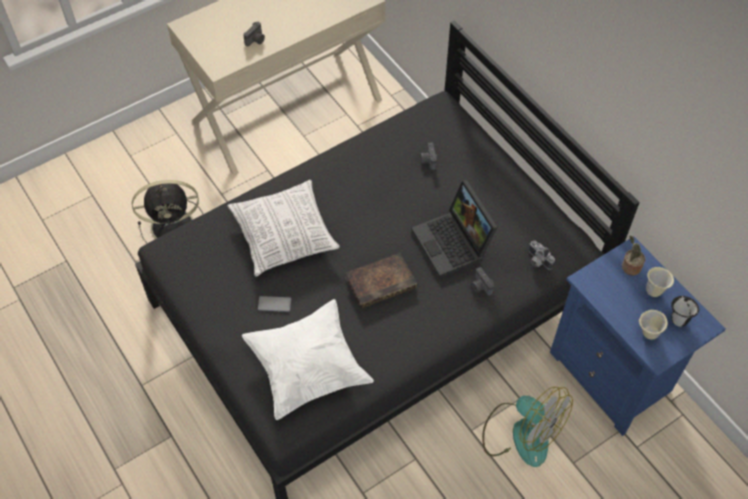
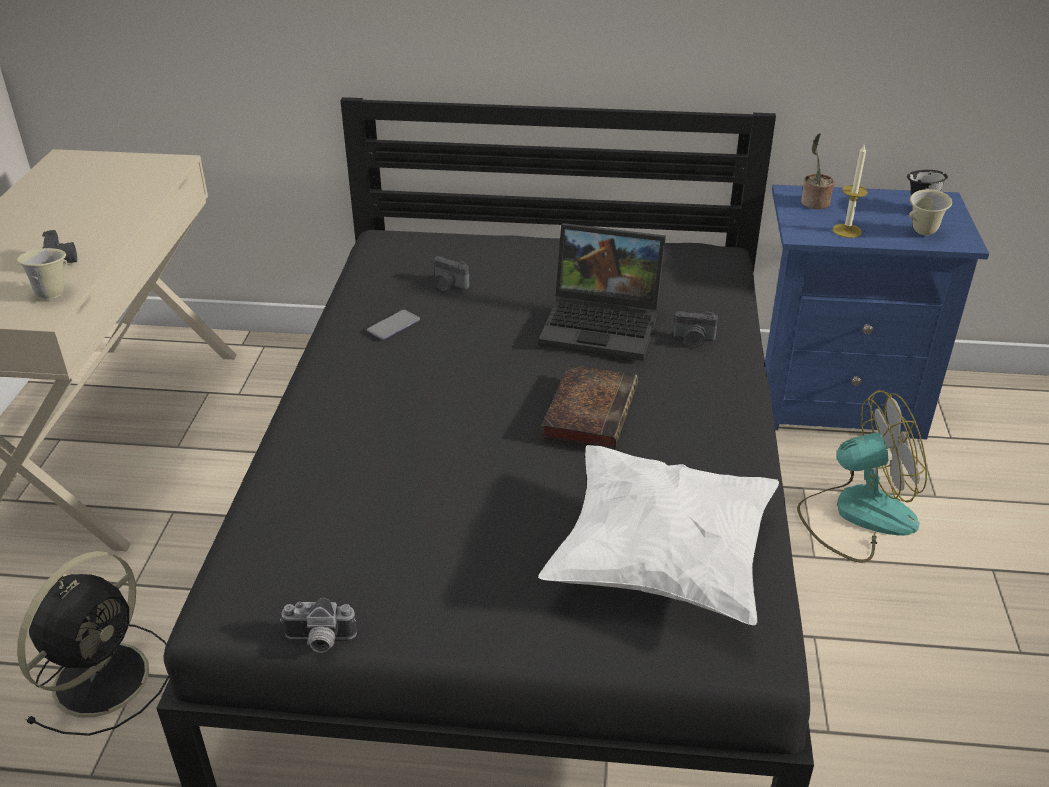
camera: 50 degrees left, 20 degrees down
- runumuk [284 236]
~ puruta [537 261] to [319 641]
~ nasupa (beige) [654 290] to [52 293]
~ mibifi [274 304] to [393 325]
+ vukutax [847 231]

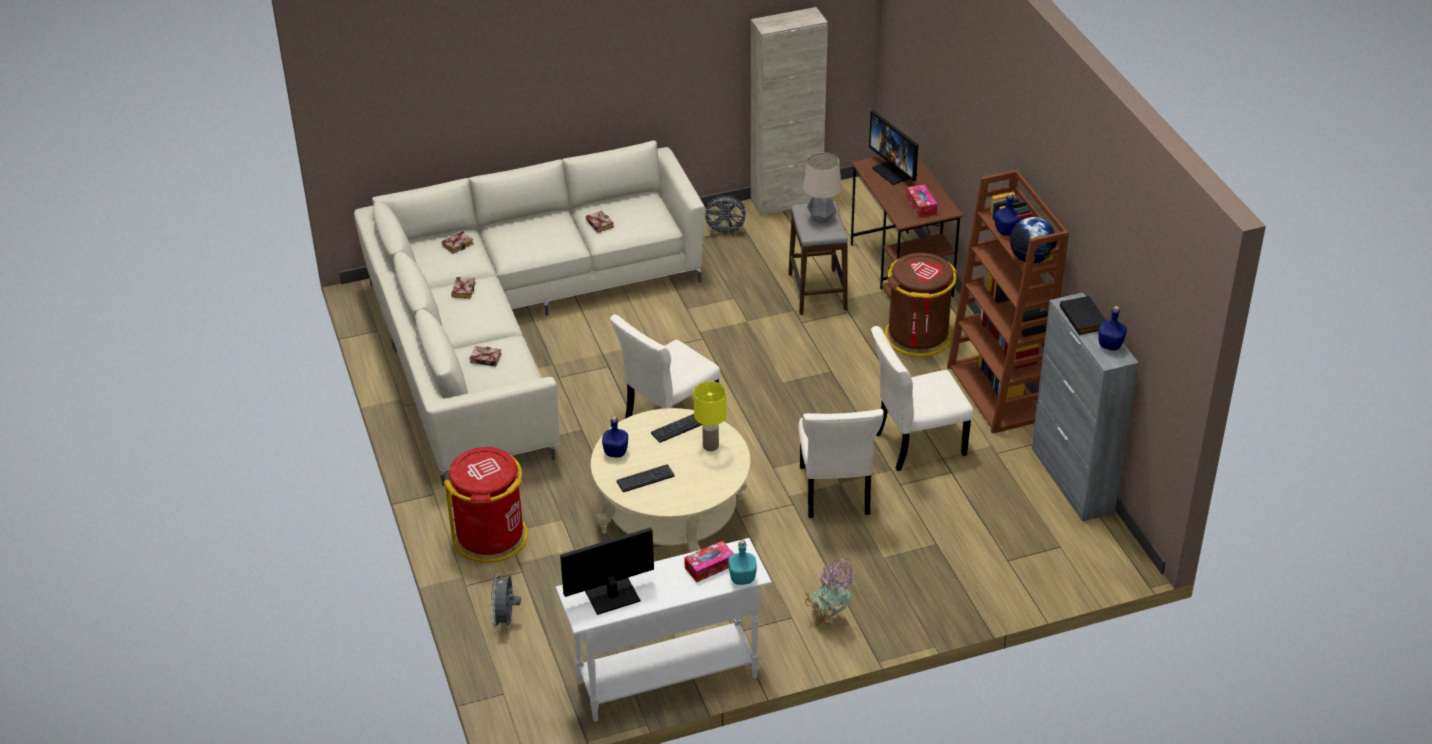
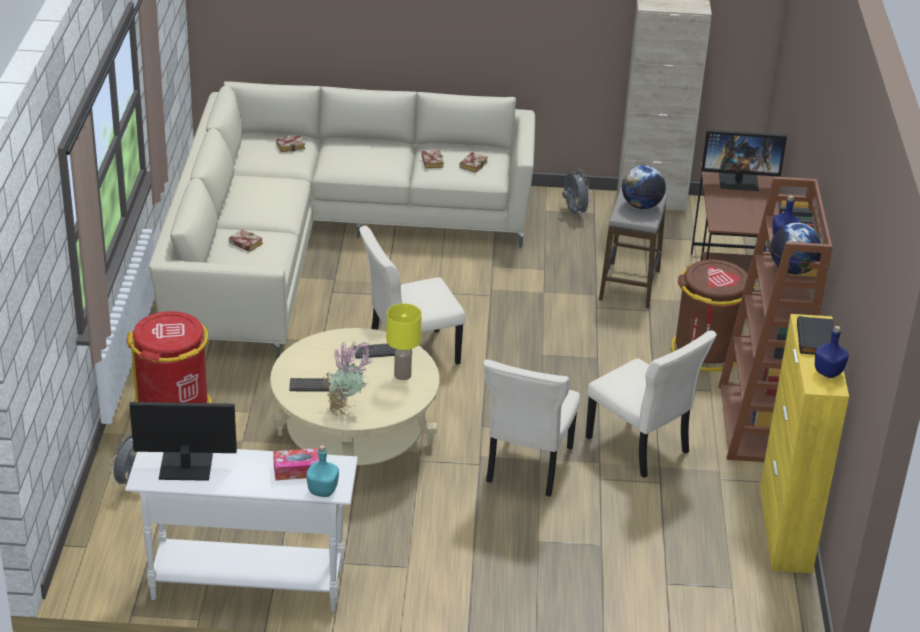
camera: 20 degrees right, 5 degrees down
~ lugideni [895 172] = [739 181] 75 degrees counterclockwise
~ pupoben [821 218] to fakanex [641 205]
- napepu [921 205]
~ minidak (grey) [725 232] = [574 212] 135 degrees counterclockwise
~ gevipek [463 289] to [473 164]
~ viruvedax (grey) [1072 481] to viruvedax (yellow) [785 528]
~ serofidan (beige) [916 445] = [640 447] 135 degrees counterclockwise
- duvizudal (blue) [615 452]
~ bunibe [829 620] to [347 409]

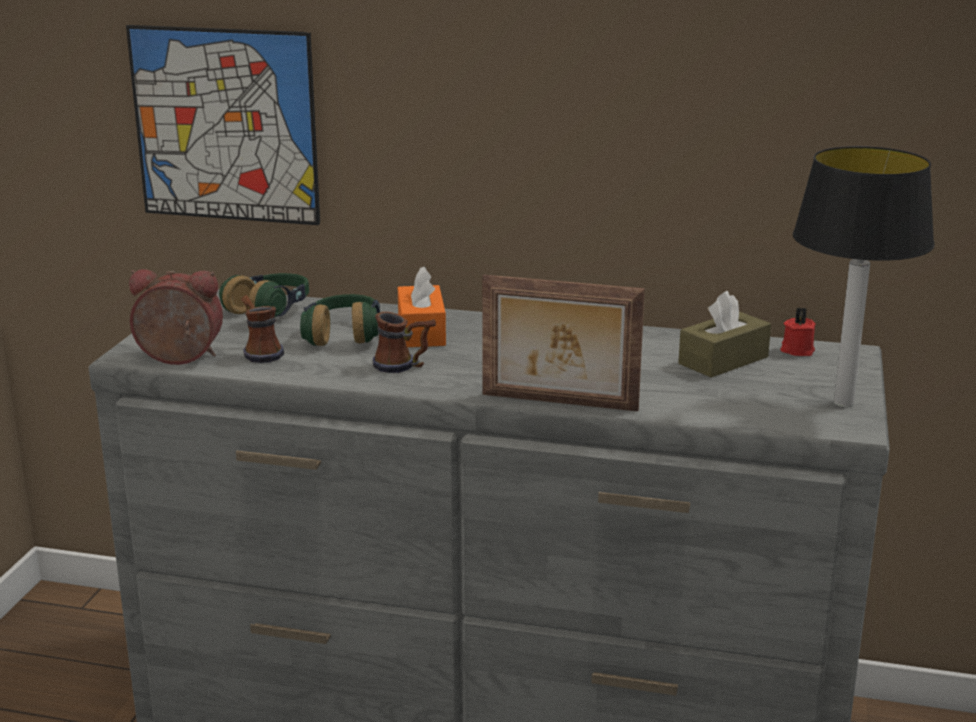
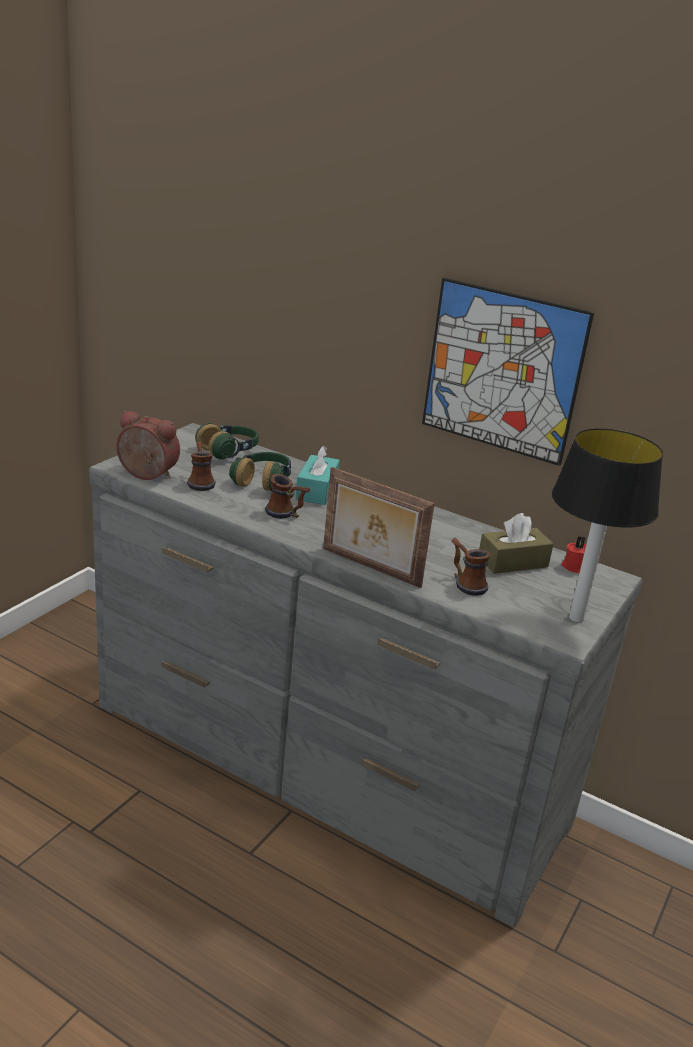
camera: 15 degrees right, 5 degrees up
~ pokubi [225 125] to [502 371]
~ napepu (orange) [421 332] to napepu (turquoise) [316 490]
+ nasupa [465 583]

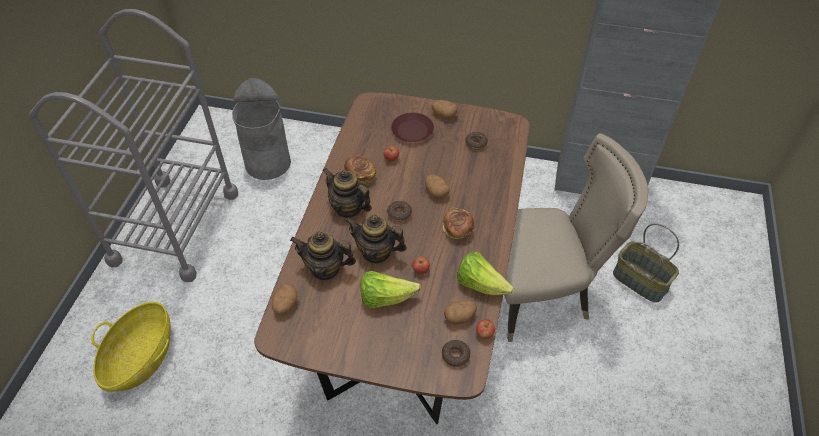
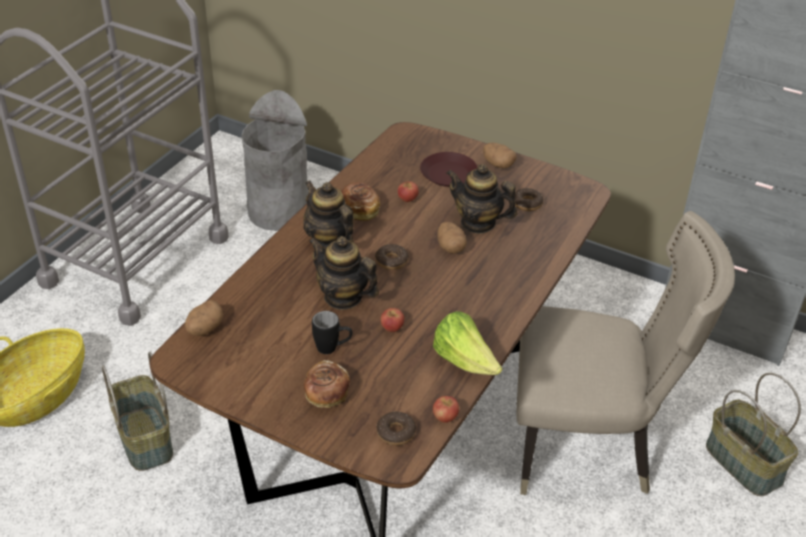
camera: 15 degrees right, 10 degrees down
~ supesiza [457 230] to [326 395]
~ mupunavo [325 269] to [478 223]
~ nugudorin [385 298] to nasupa (black) [333 349]
- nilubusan [459 317]
+ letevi [143 438]

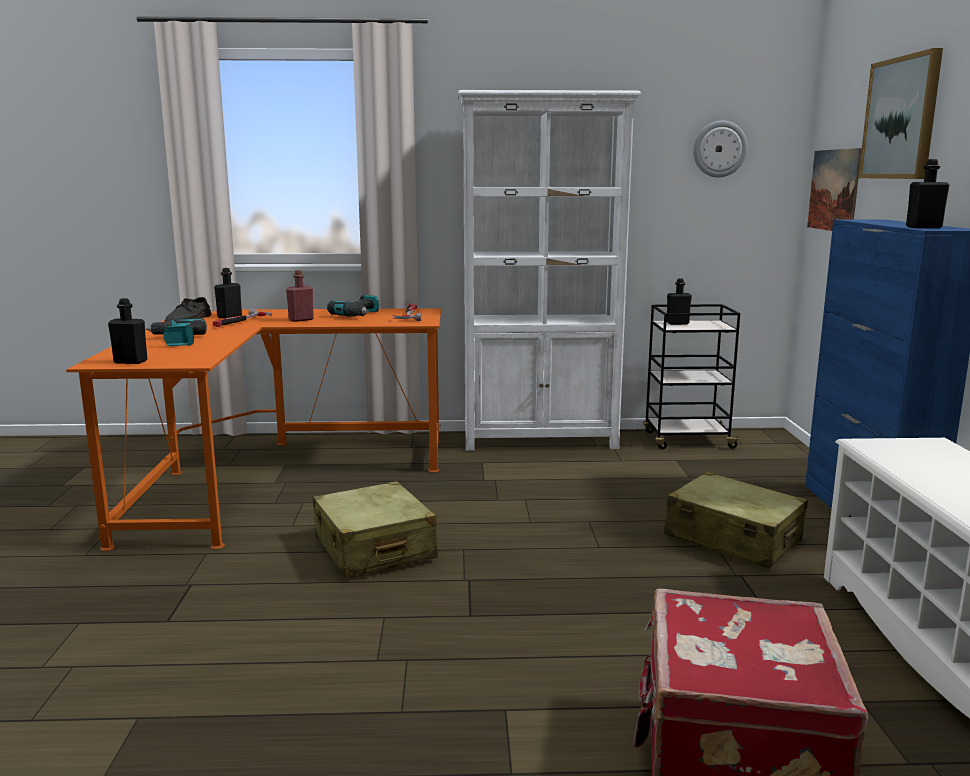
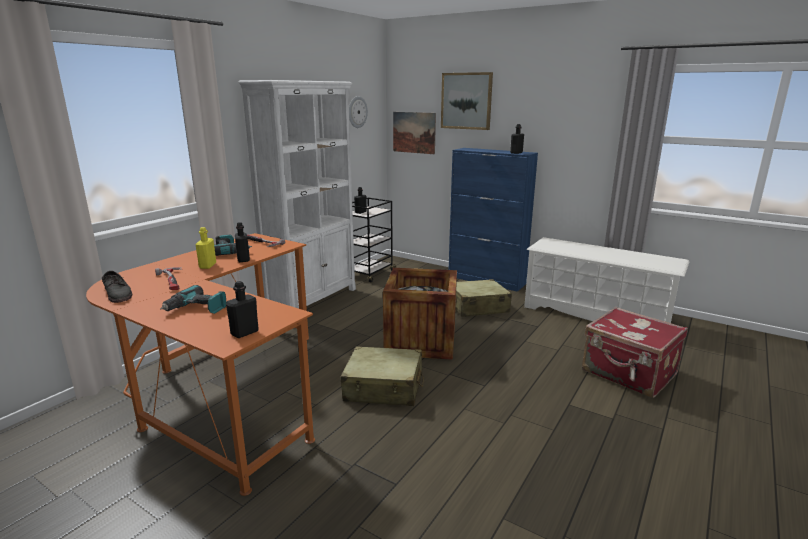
camera: 55 degrees left, 5 degrees up
~ duvizudal (black) [229 316] to [243 259]
~ duvizudal (red) [301 320] to duvizudal (yellow) [207 266]
+ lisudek [421 341]

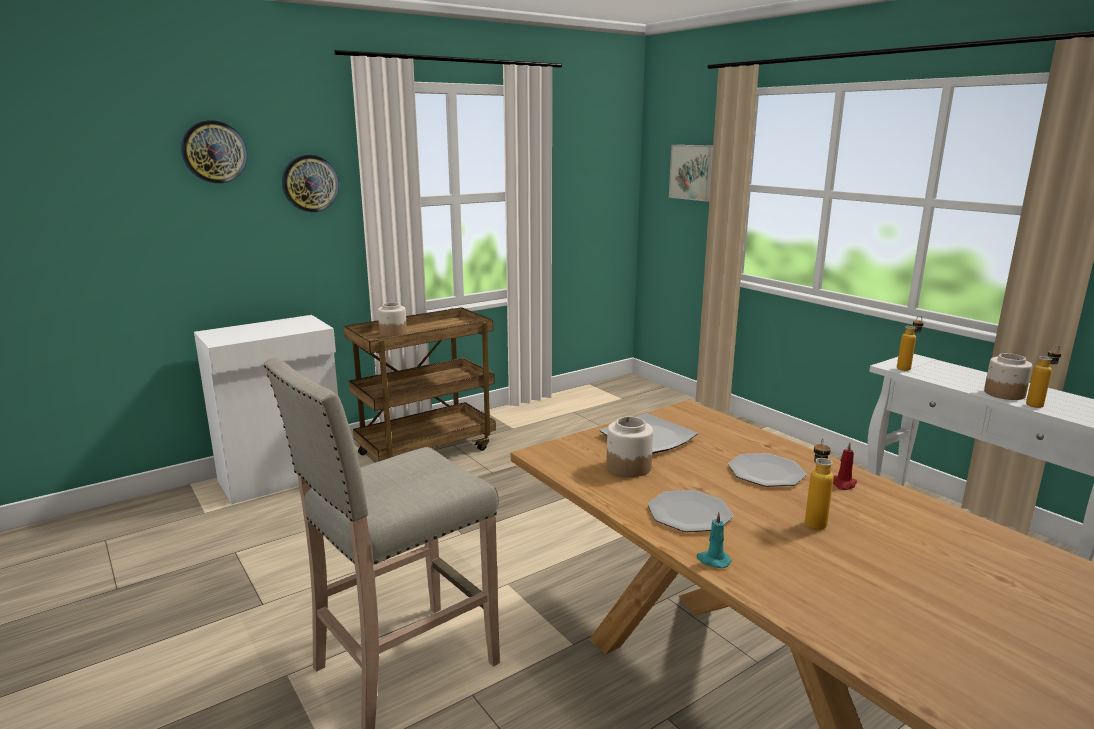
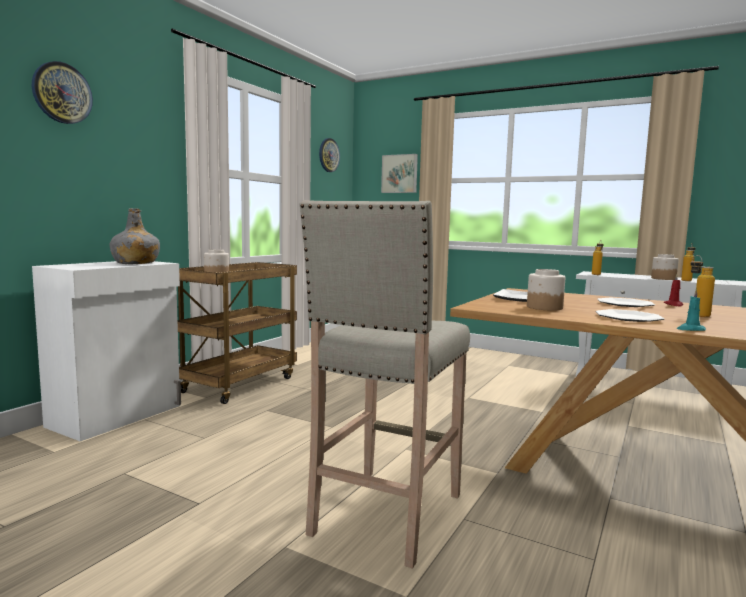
camera: 25 degrees left, 10 degrees down
~ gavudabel [310 183] to [328 155]
+ duvizudal (grey) [135 263]

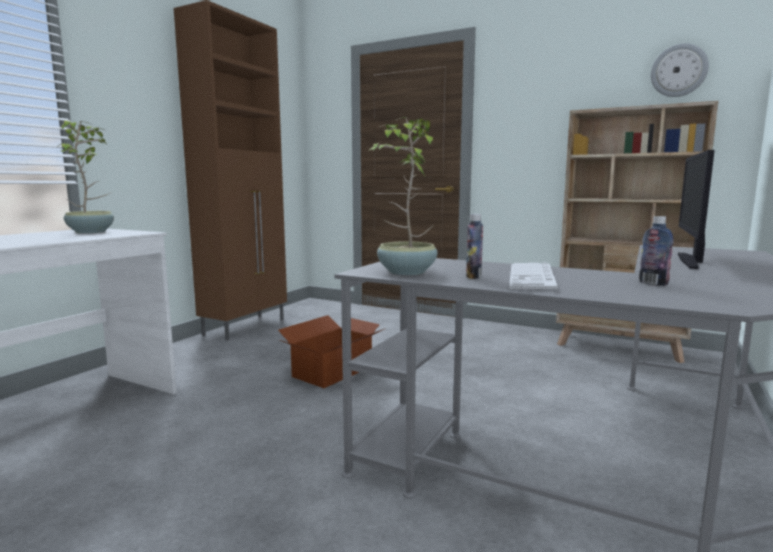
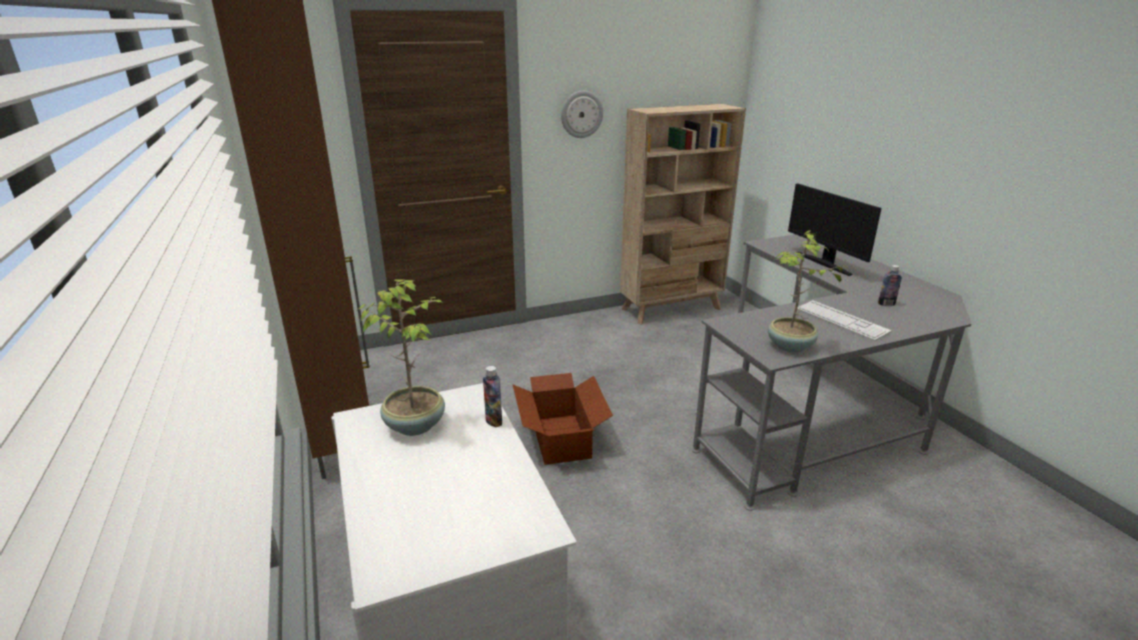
camera: 50 degrees left, 15 degrees up
~ gavudabel [678 71] to [581 114]
~ duvizudal [473 276] to [493 421]

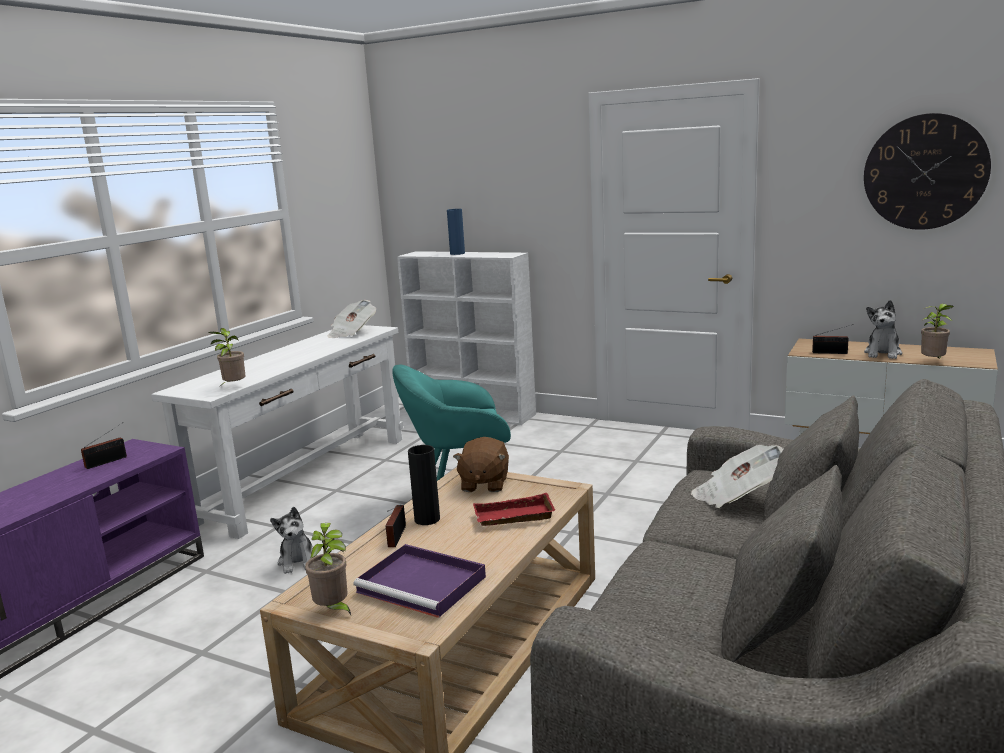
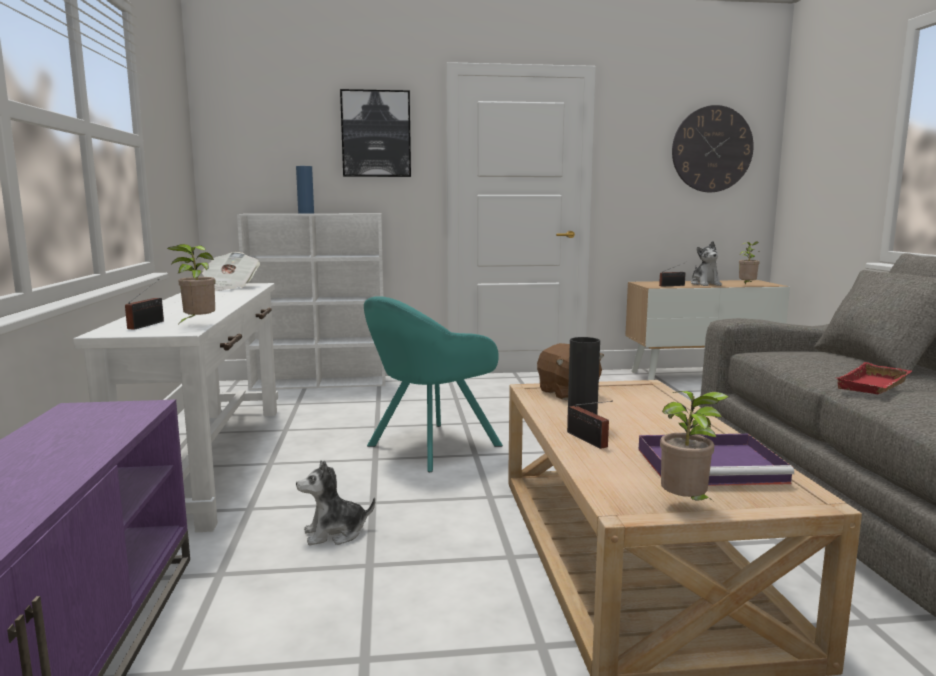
camera: 35 degrees left, 5 degrees down
~ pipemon [108 461] to [148 324]
- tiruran [736 497]
~ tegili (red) [513 517] to [875 386]
~ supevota [298 561] = [335 533] 120 degrees clockwise
+ pokubi [376 134]

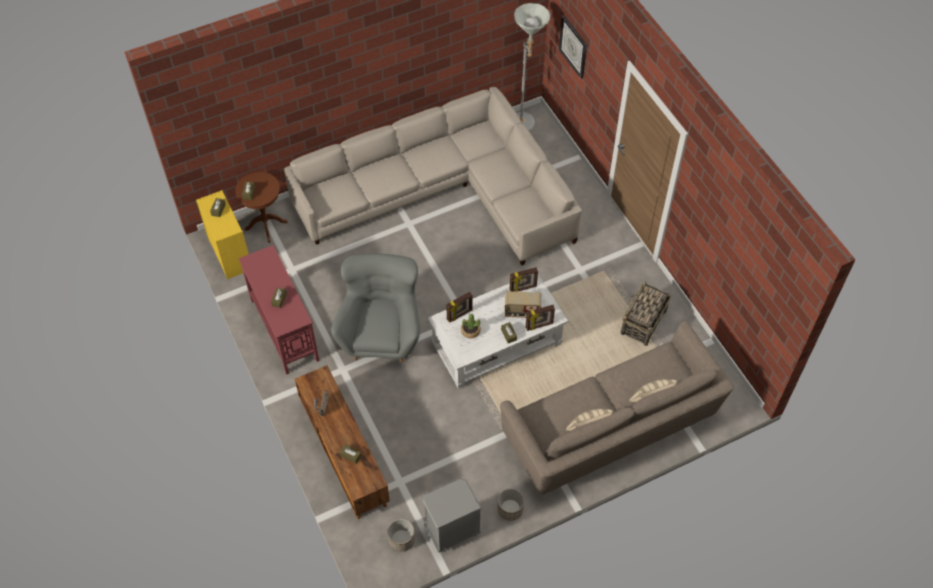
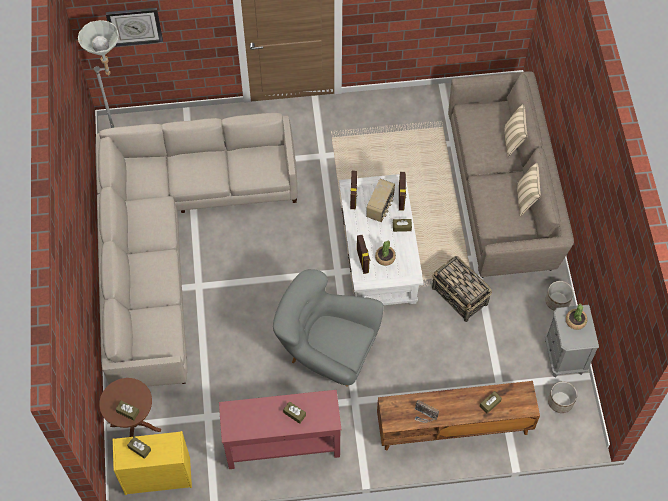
camera: 70 degrees left, 5 degrees up
~ letevi [643 323] to [460 296]
+ bunibe [575 321]

